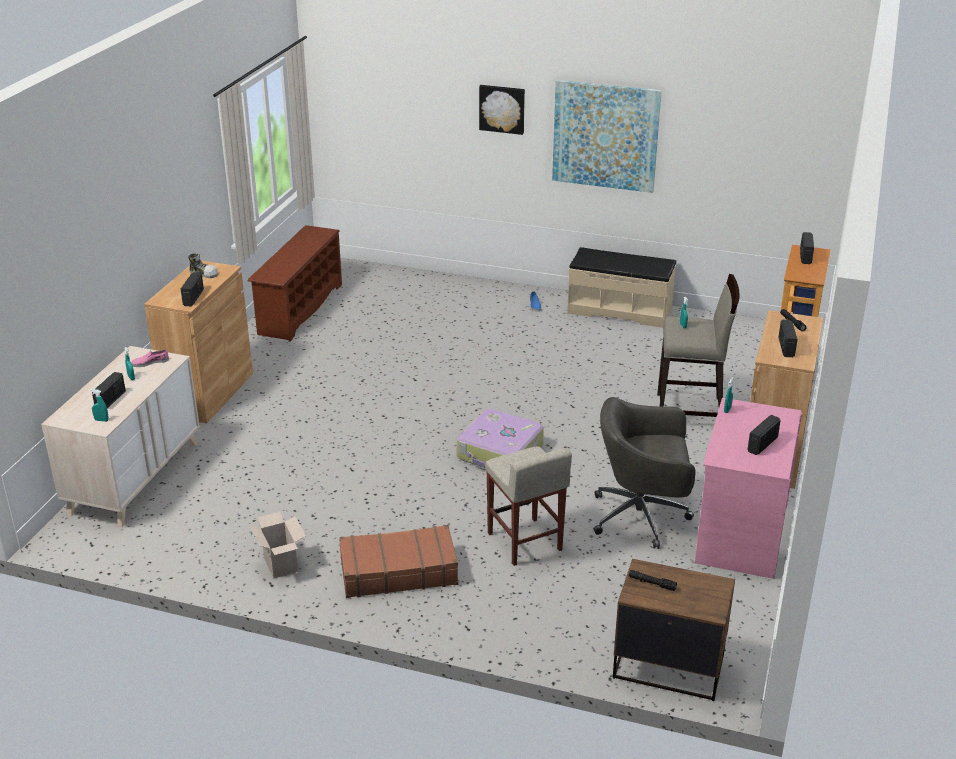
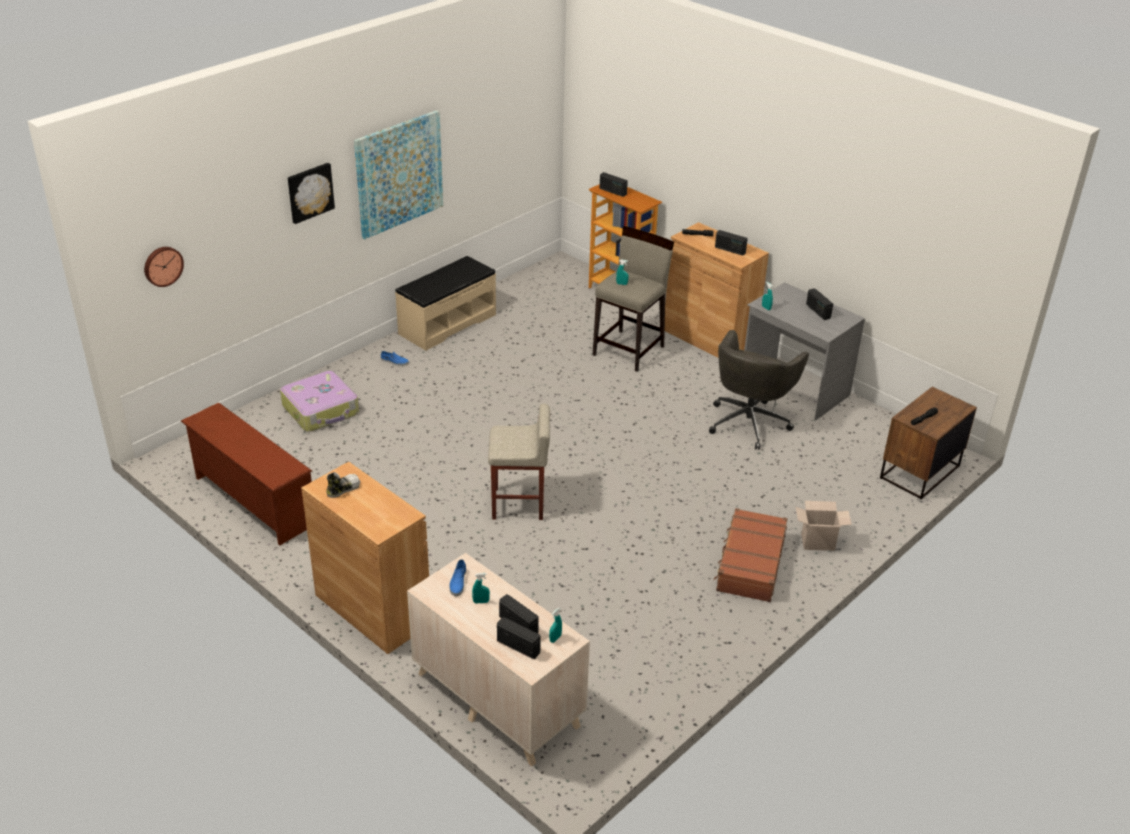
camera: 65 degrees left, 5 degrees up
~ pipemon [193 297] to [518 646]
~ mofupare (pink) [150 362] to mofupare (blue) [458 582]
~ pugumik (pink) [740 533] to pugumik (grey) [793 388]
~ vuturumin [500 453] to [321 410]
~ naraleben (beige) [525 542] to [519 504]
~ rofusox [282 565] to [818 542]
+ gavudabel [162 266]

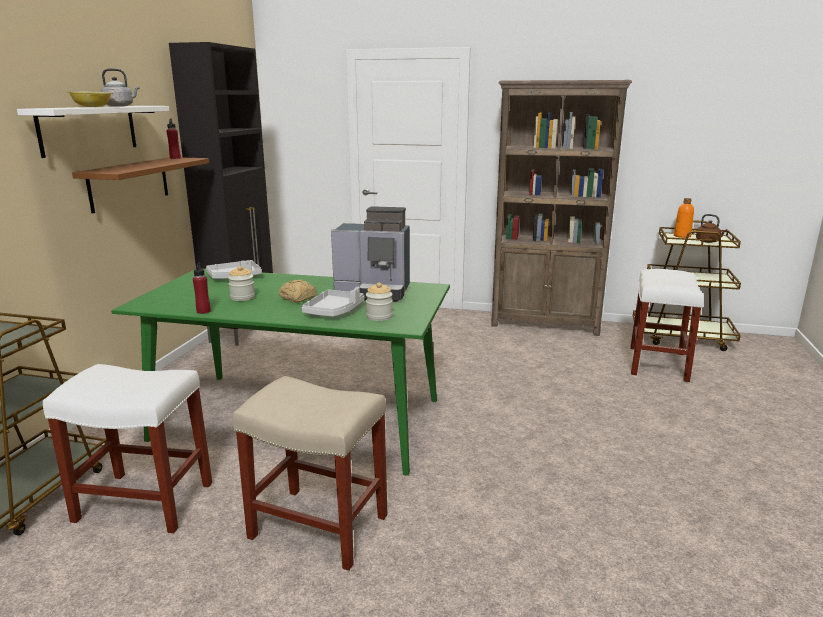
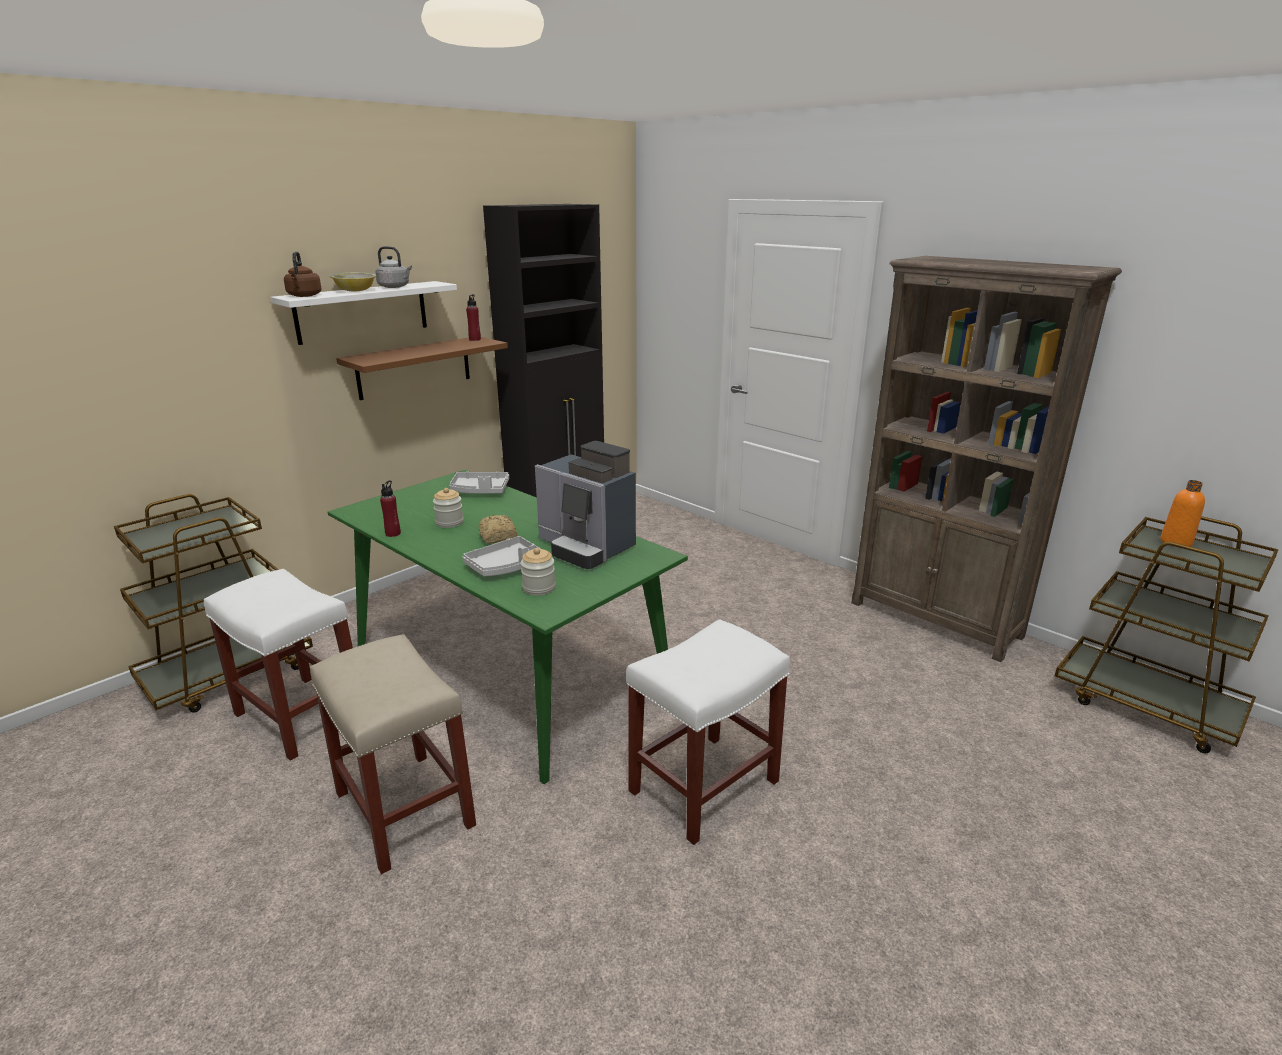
camera: 30 degrees right, 5 degrees up
~ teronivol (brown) [708 241] to [304 296]
~ naraleben (white) [658 364] to [703 787]

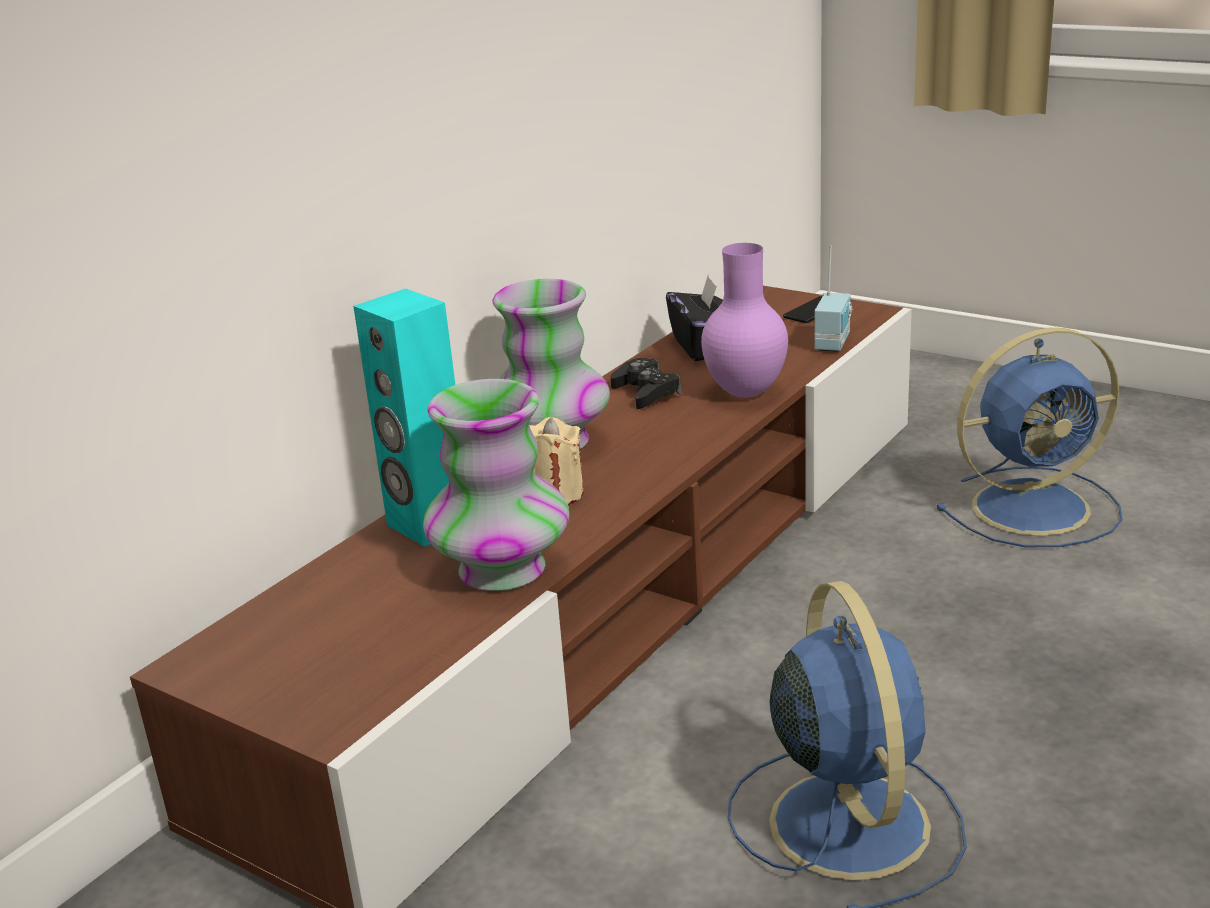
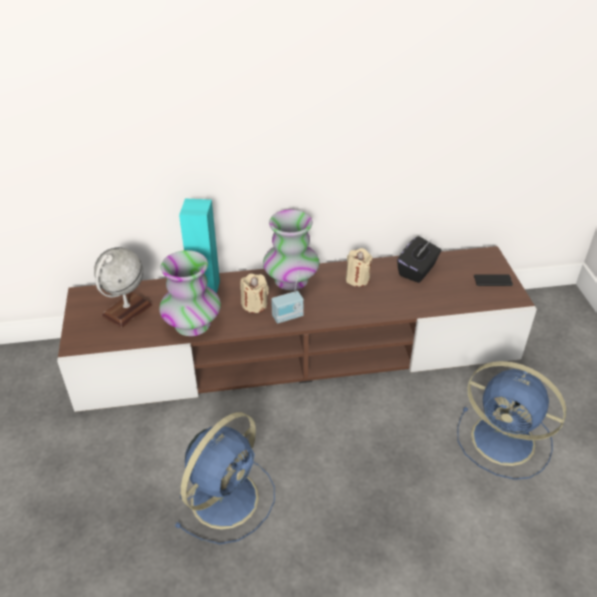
camera: 45 degrees right, 15 degrees up
- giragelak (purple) [747 393]
~ pipemon [834 343] to [288 317]
~ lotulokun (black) [646 392] to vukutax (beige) [357 279]
+ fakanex [127 310]

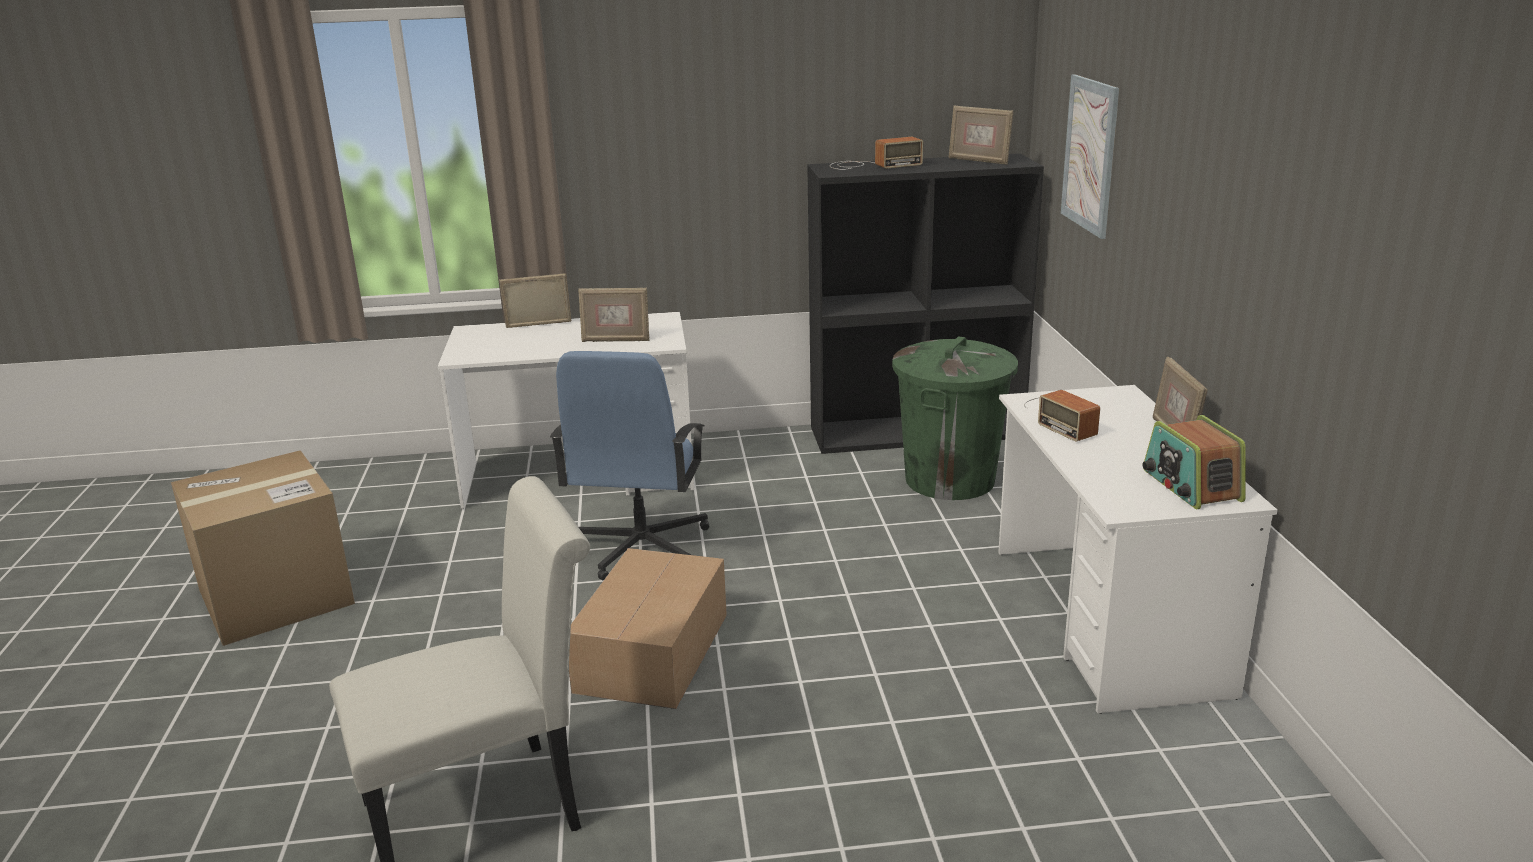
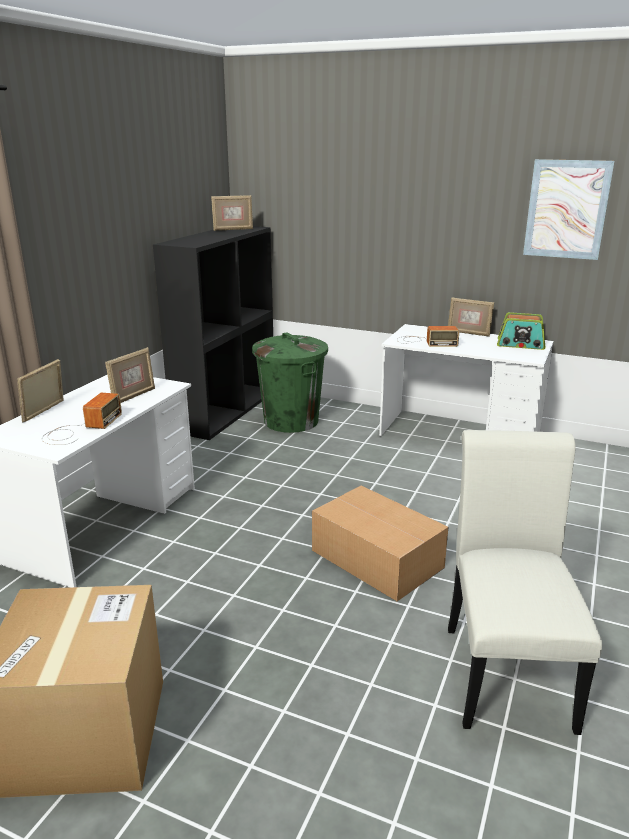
camera: 60 degrees left, 0 degrees up
~ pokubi [1090 155] to [566 209]
~ pipemon [871 165] to [80 429]
- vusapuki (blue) [640 547]

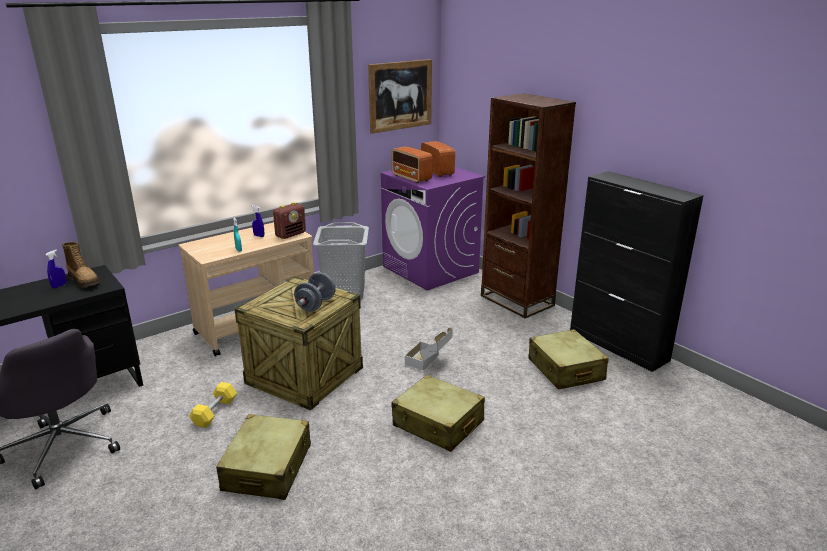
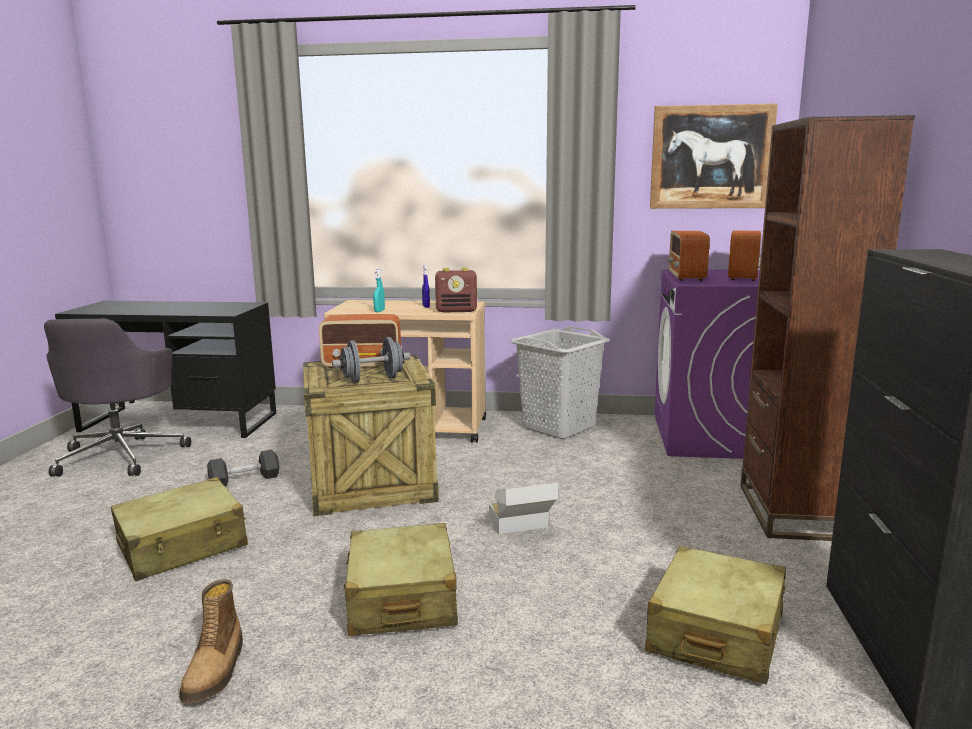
camera: 45 degrees right, 10 degrees down
~ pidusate [84 280] to [216 671]
- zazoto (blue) [59 286]
~ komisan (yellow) [215 412] to komisan (grey) [244 480]
+ pipemon [363 364]

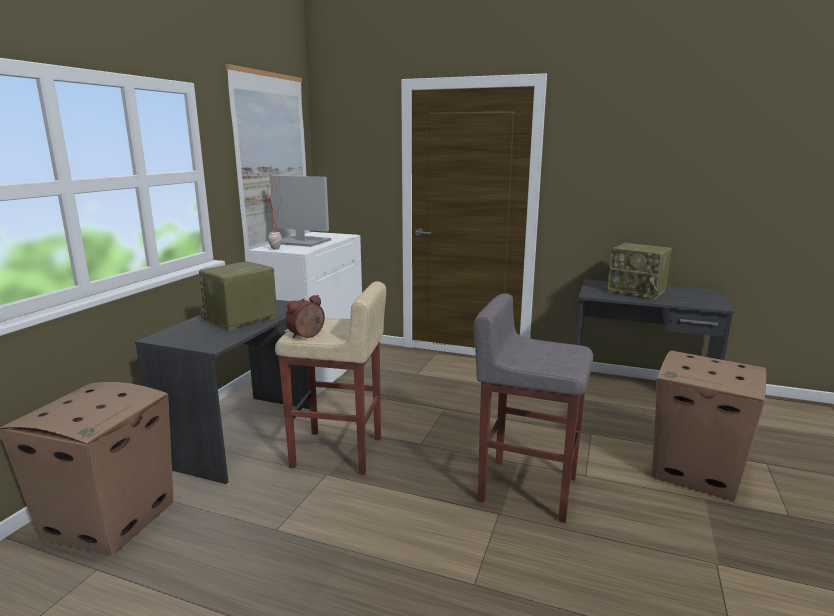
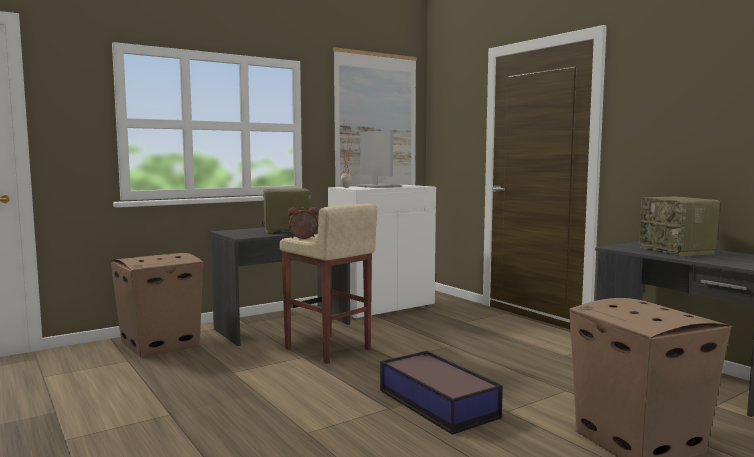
camera: 35 degrees right, 10 degrees down
~ naraleben (grey) [526 488] to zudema [437 403]

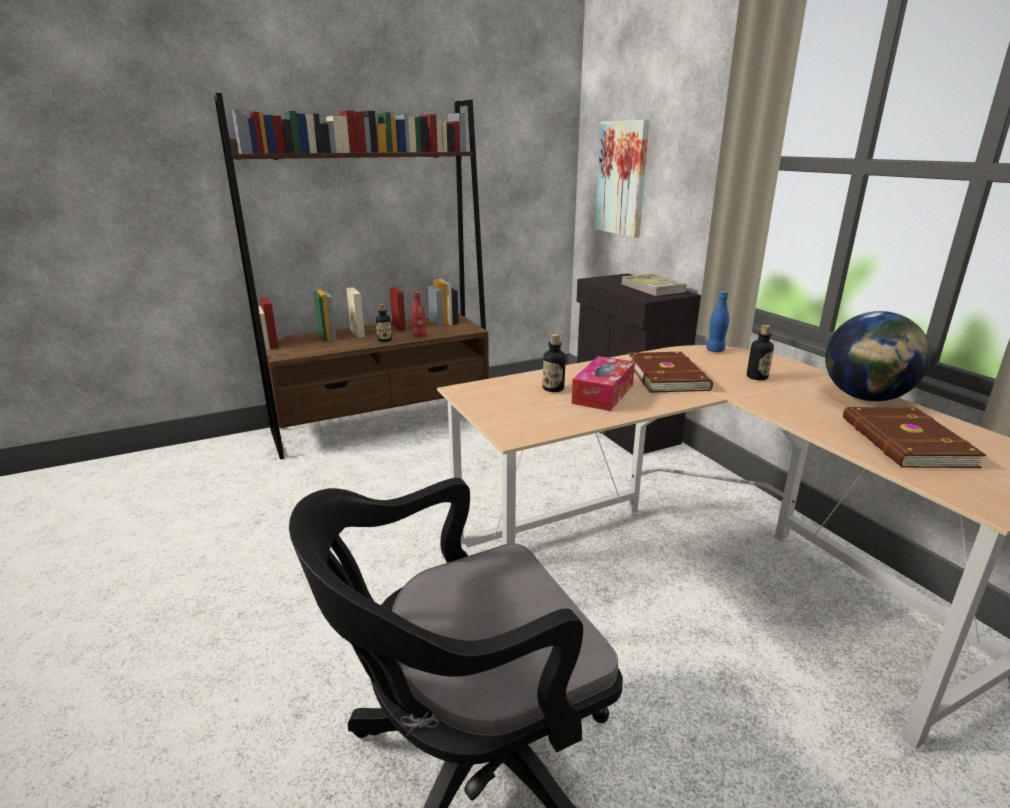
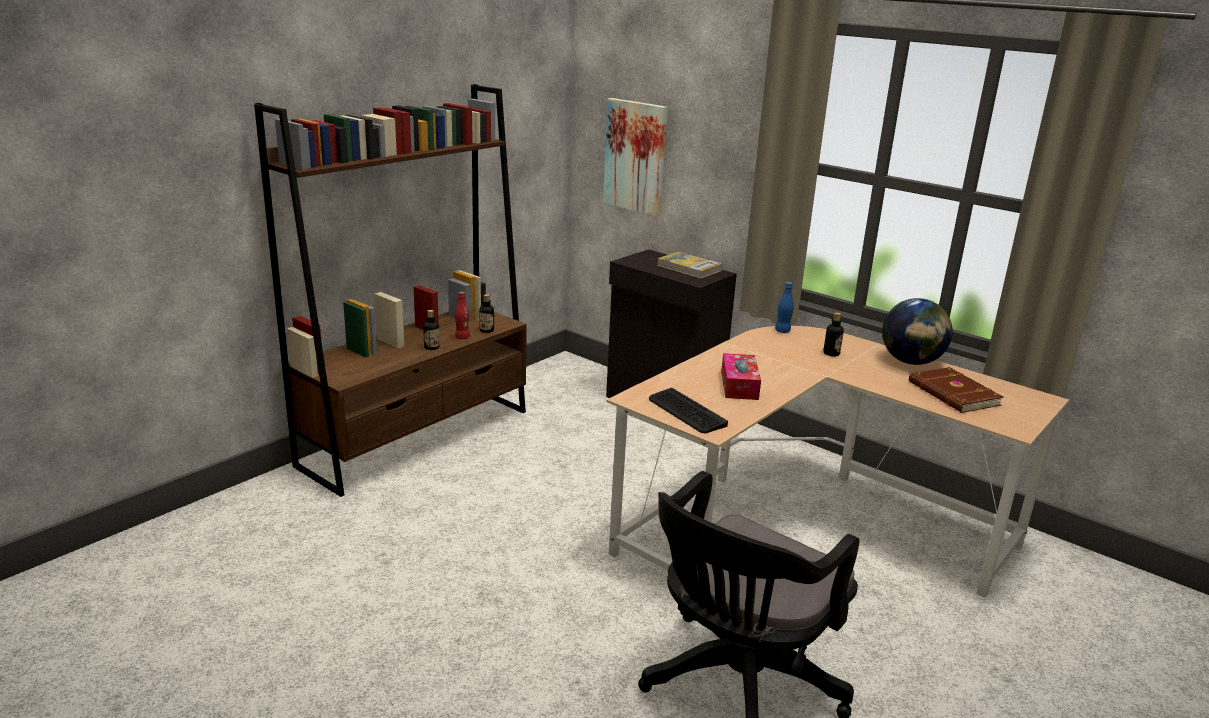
camera: 25 degrees left, 0 degrees up
~ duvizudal [553 389] to [486 330]
- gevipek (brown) [668 376]
+ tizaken [686 412]

